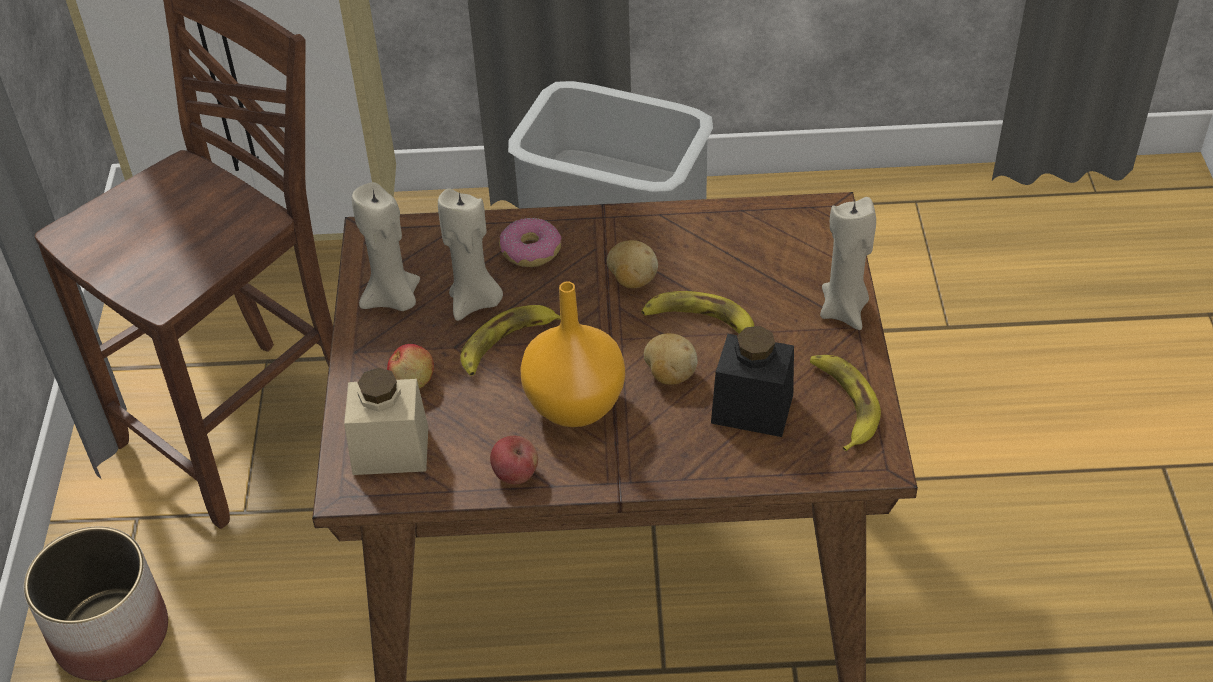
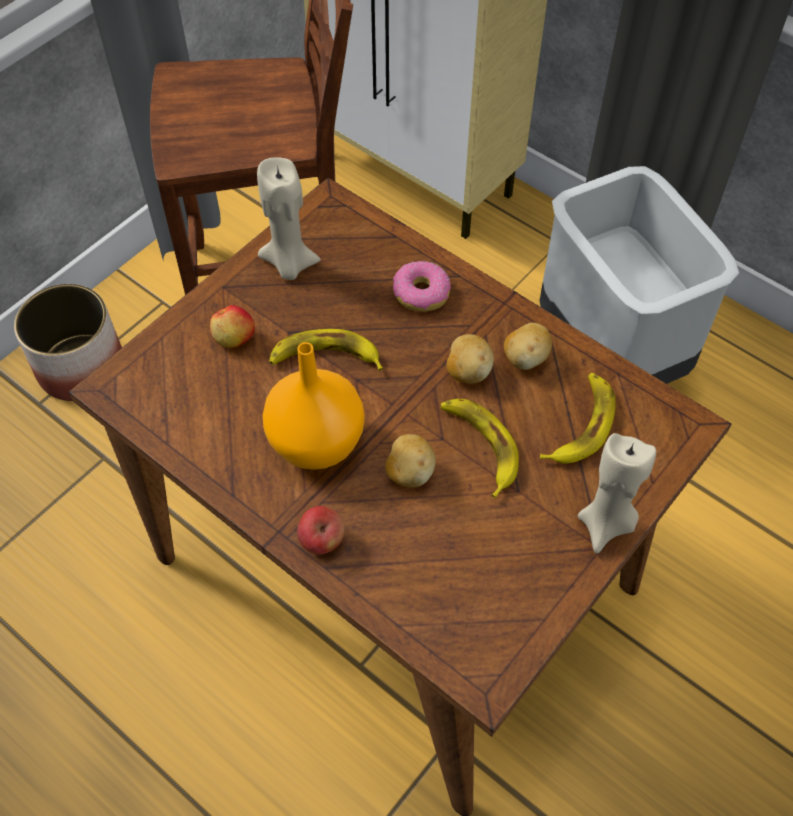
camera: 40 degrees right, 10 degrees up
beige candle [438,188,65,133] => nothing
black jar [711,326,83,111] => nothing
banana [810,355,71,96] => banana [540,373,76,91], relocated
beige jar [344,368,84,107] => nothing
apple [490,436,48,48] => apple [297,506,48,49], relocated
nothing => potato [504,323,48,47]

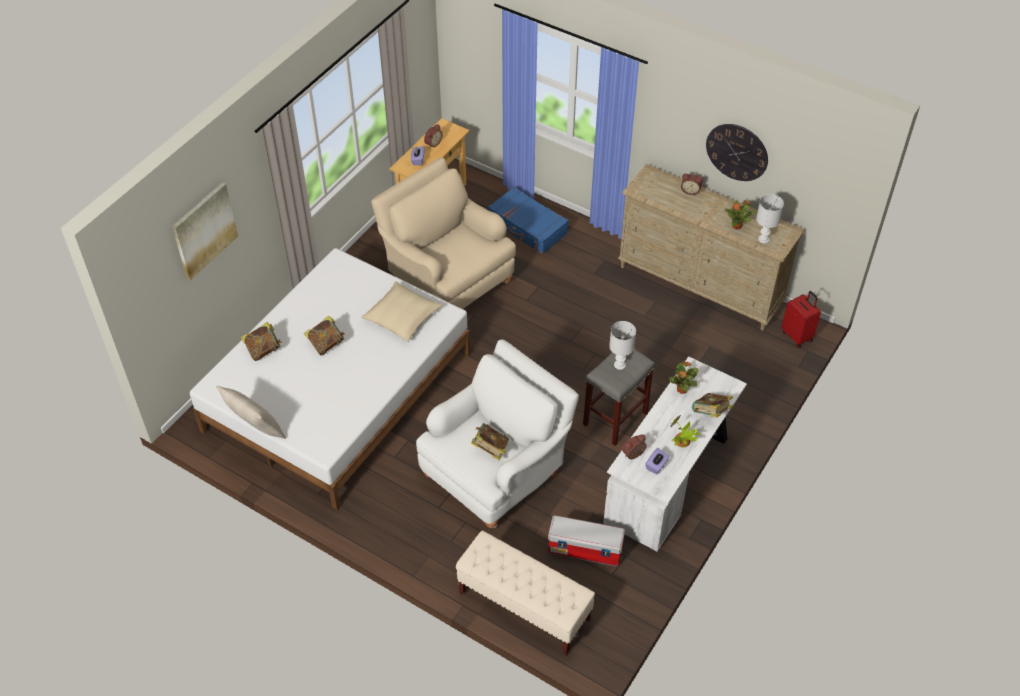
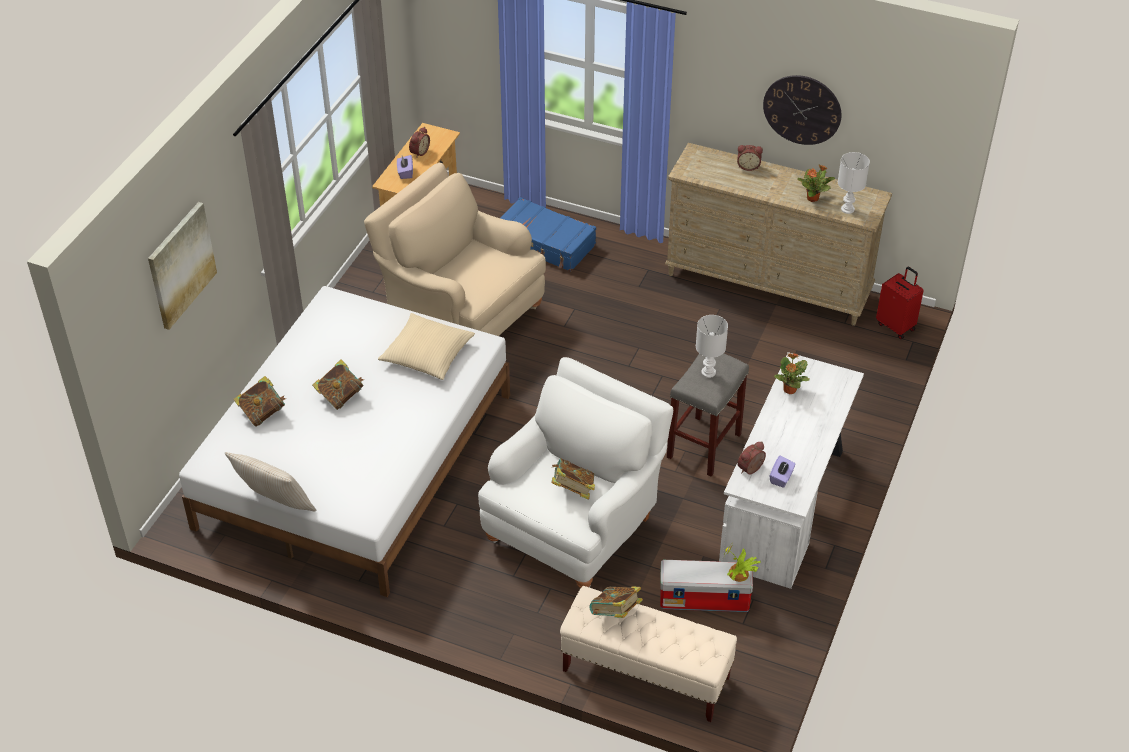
camera: 10 degrees left, 5 degrees down
book [692,393,41,25] => book [589,586,54,32], relocated
potted plant [671,415,30,32] => potted plant [724,542,36,40], relocated

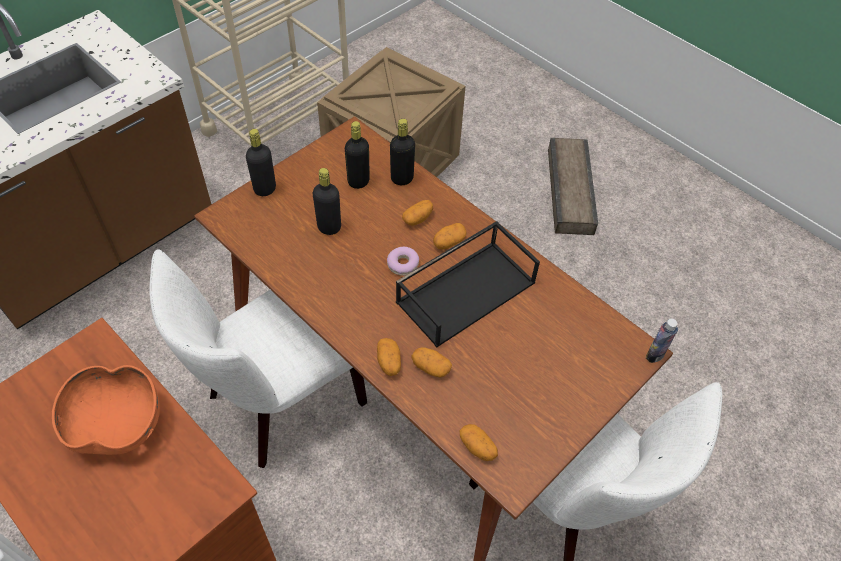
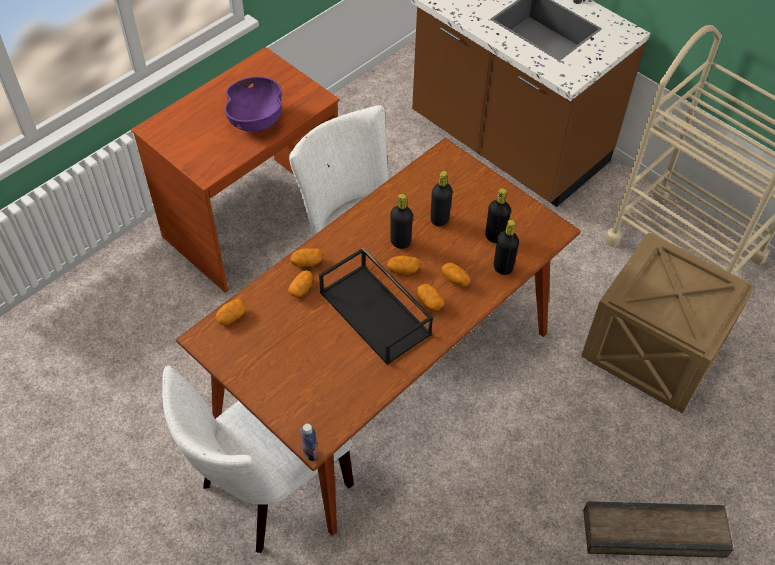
camera: 90 degrees right, 0 degrees up
black bottle [246,129,30,67] => black bottle [391,194,22,55], relocated
donut [387,247,32,29] => potato [387,256,33,18]
orange bowl [52,365,108,90] => purple bowl [225,77,57,55]

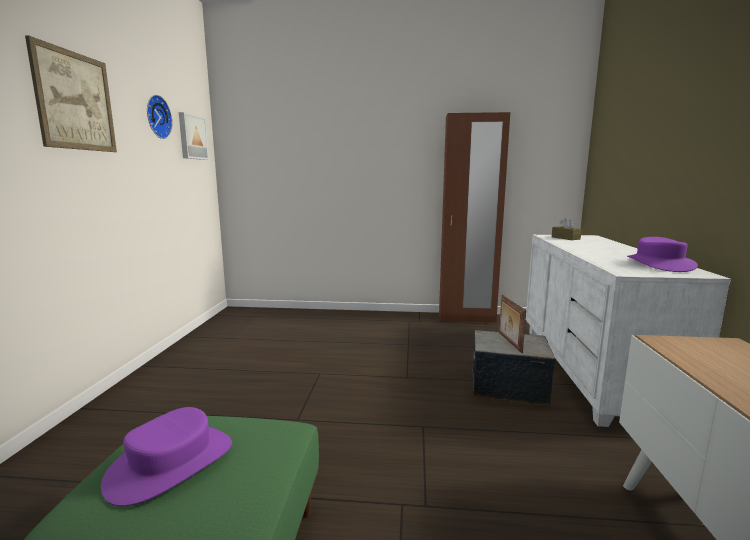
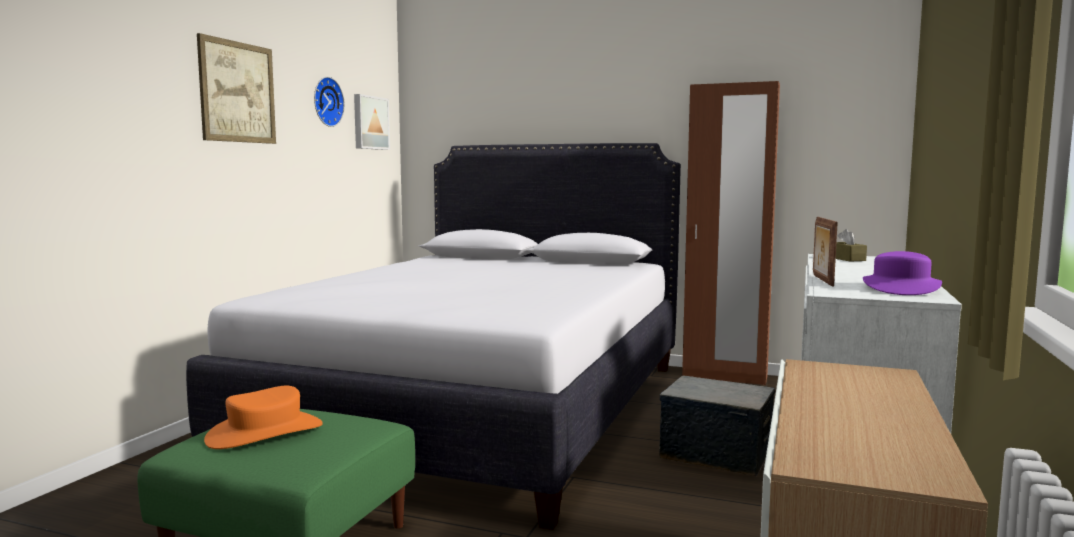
camera: 15 degrees right, 5 degrees down
picture frame [499,295,27,58] => picture frame [813,217,25,70], relocated
purple hat [101,407,131,99] => orange hat [204,386,119,63]
nothing => white bed [186,143,495,387]

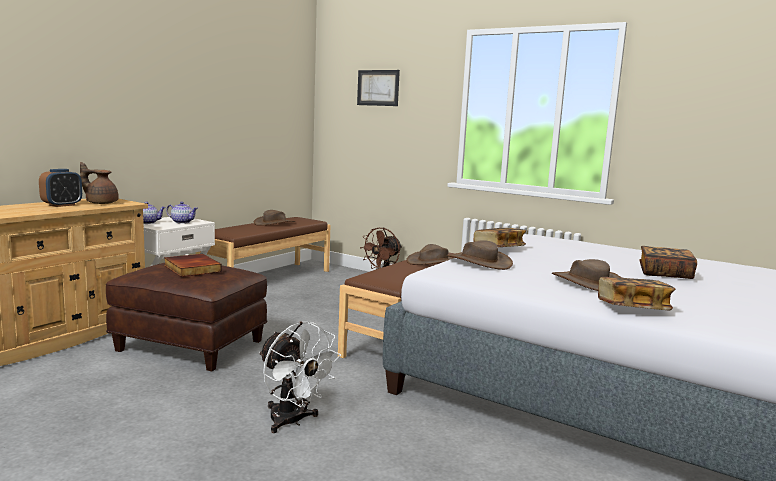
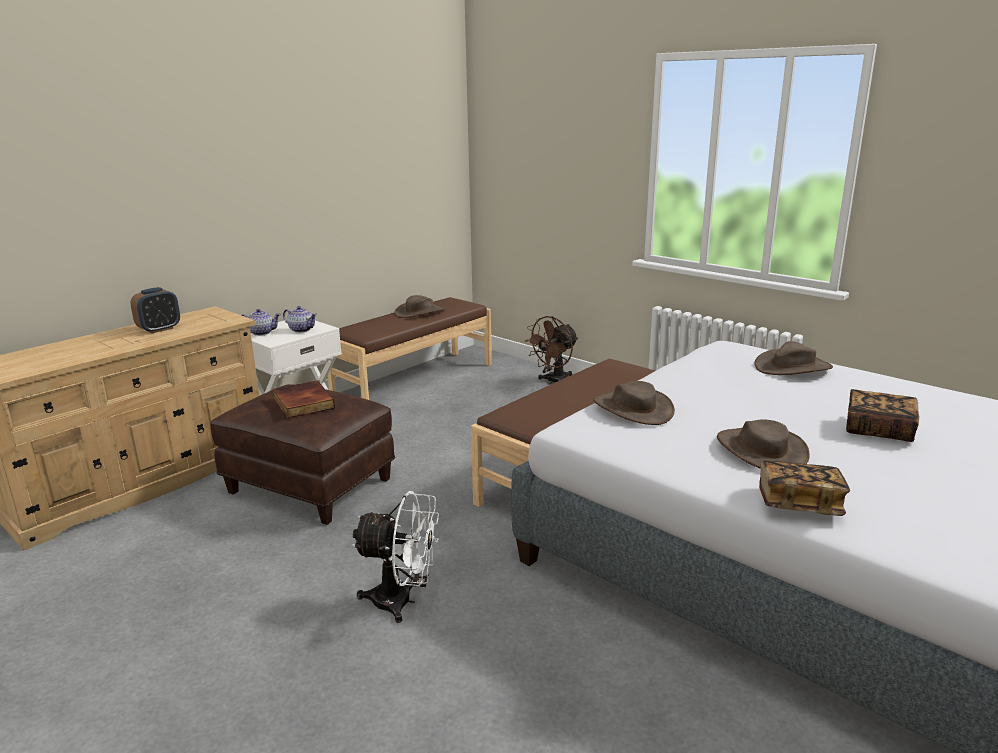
camera: 10 degrees right, 10 degrees up
picture [357,70,43,36] => nothing
brown teapot [80,162,39,42] => nothing
book [474,228,52,19] => nothing
brown hat [406,244,47,21] => brown hat [754,341,79,34], relocated
white fan [259,321,82,112] => white fan [352,491,87,132], 45 degrees counterclockwise

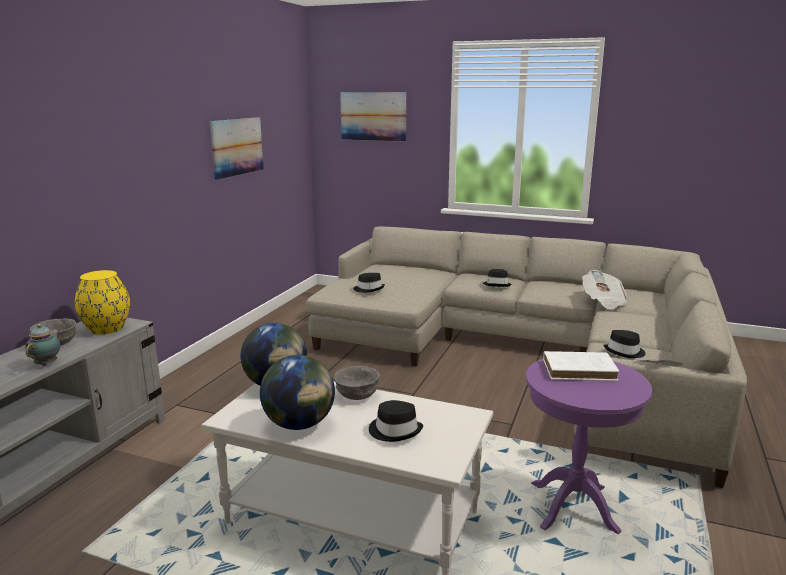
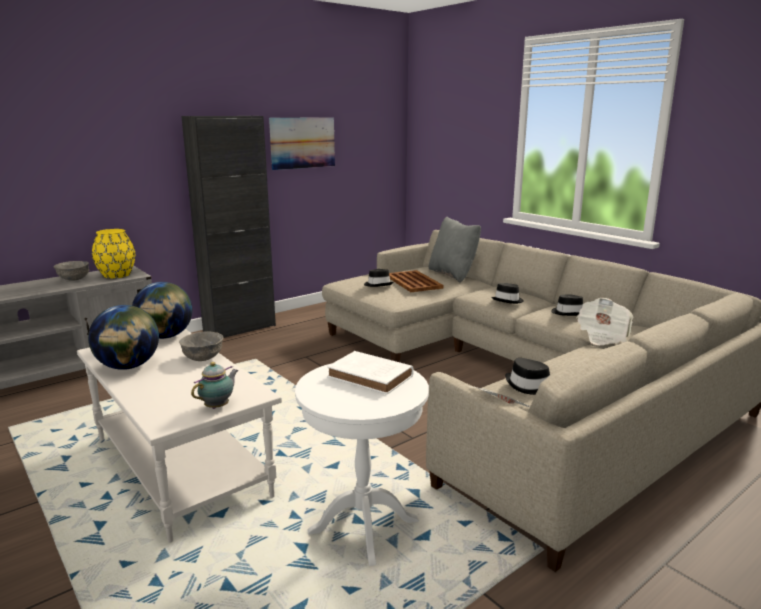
camera: 30 degrees right, 0 degrees up
picture [340,92,66,50] => nothing
teapot [25,324,36,42] => teapot [191,362,48,47], relocated
purple side table [526,359,126,175] => white side table [295,363,134,203]
black hat [369,400,54,42] => black hat [551,294,32,22], relocated
nothing => black cabinet [181,116,95,222]
nothing => grey pillow [429,217,52,66]
nothing => brown tray [389,270,55,22]

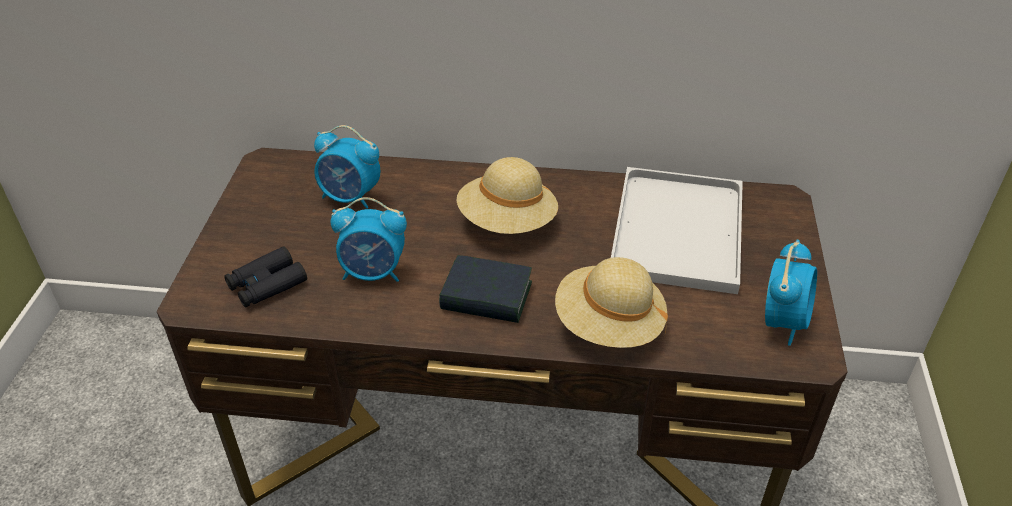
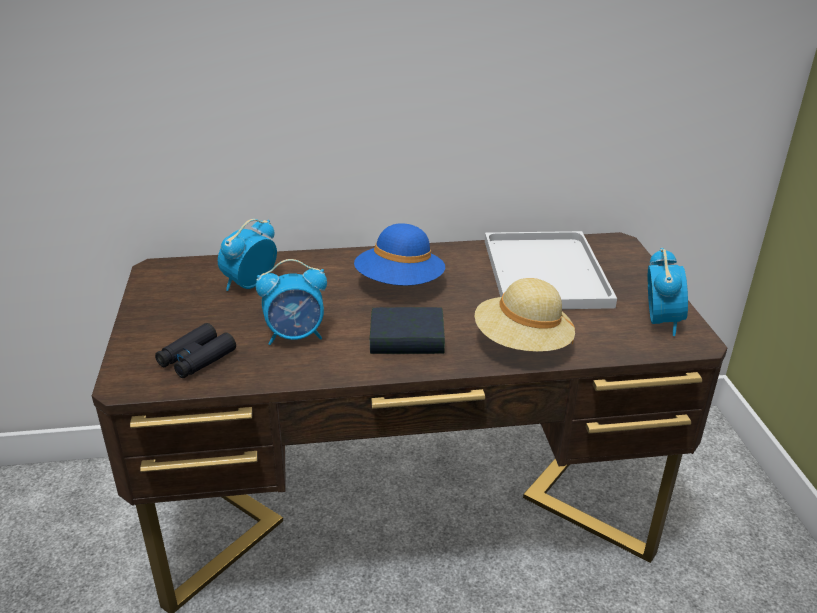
camera: 15 degrees left, 10 degrees down
alarm clock [314,125,67,84] => alarm clock [218,219,59,72], 120 degrees clockwise
beige hat [457,157,101,77] => blue hat [354,223,91,63]

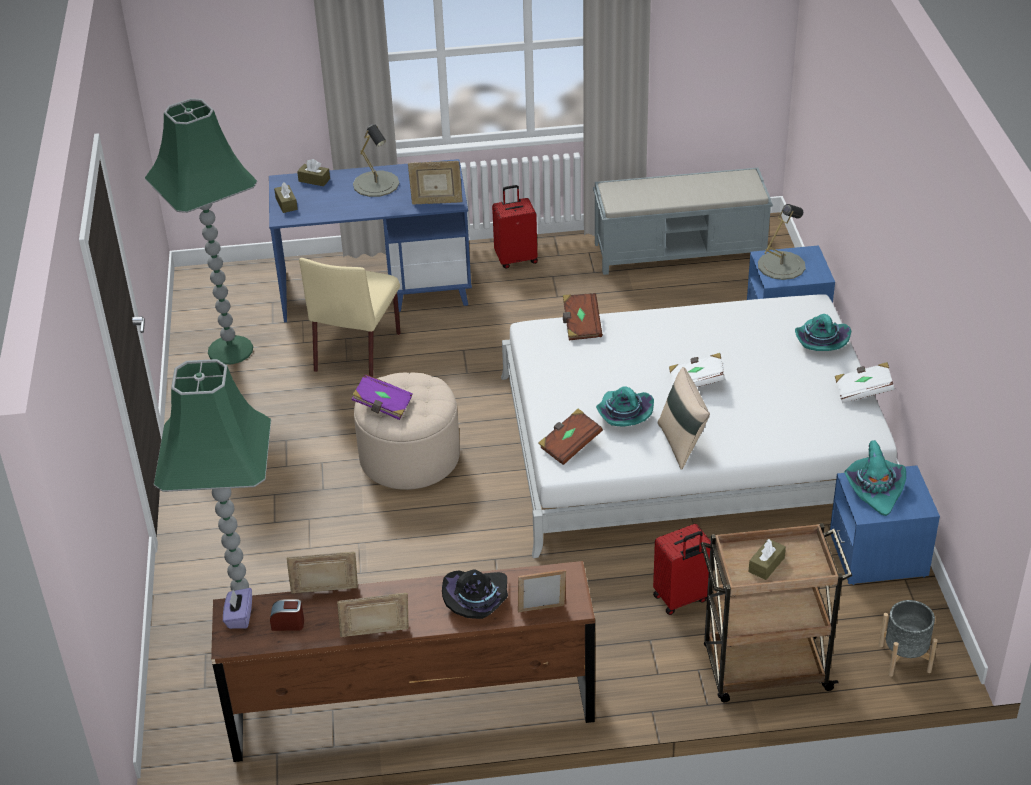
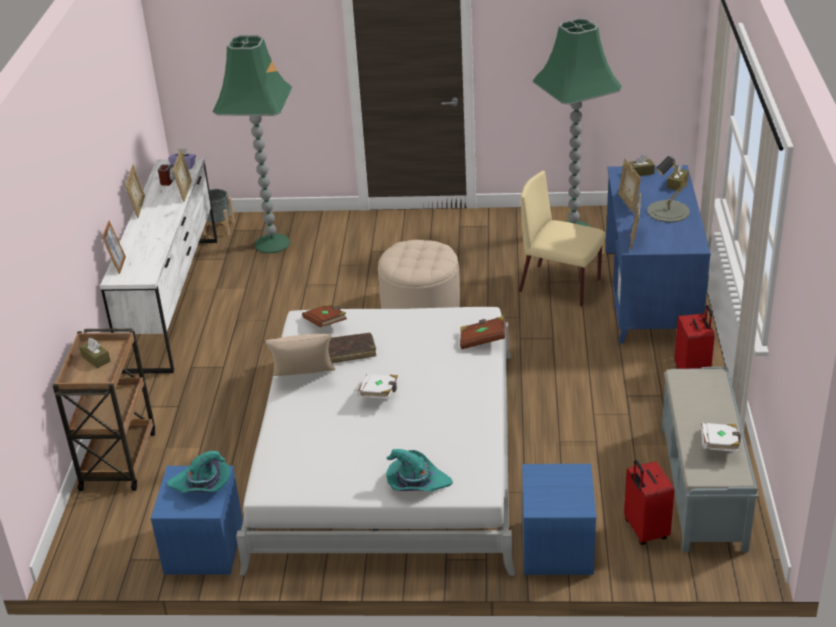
camera: 100 degrees right, 5 degrees down
grey table lamp [758,204,48,76] => nothing
white book [835,362,60,41] => white book [700,423,41,29], relocated
purple book [352,374,61,46] => nothing
turquoise hat [596,386,58,41] => brown book [329,333,47,30]
red suitcase [653,524,58,91] => red suitcase [624,460,50,85], relocated
brown dresser [211,561,384,201] => white dresser [100,159,118,215]
black hat [442,570,66,49] => nothing
grey planter [878,600,60,77] => grey planter [203,189,32,47], relocated
nothing => picture frame [618,159,23,54]

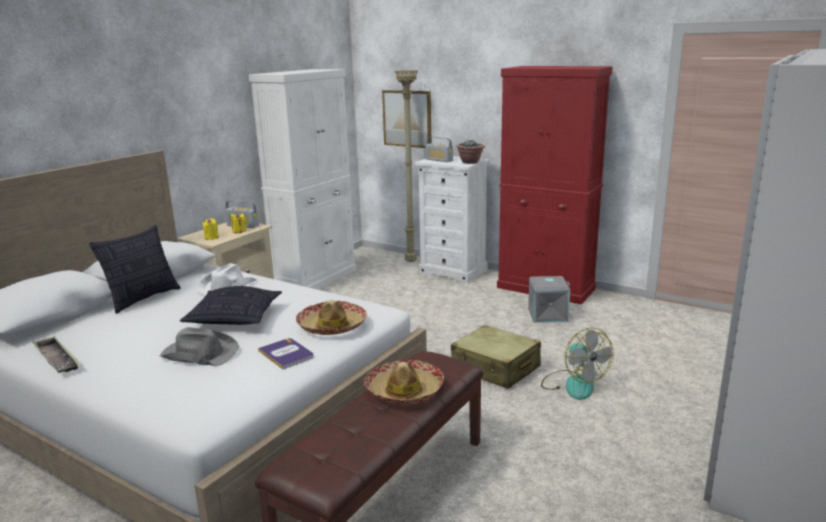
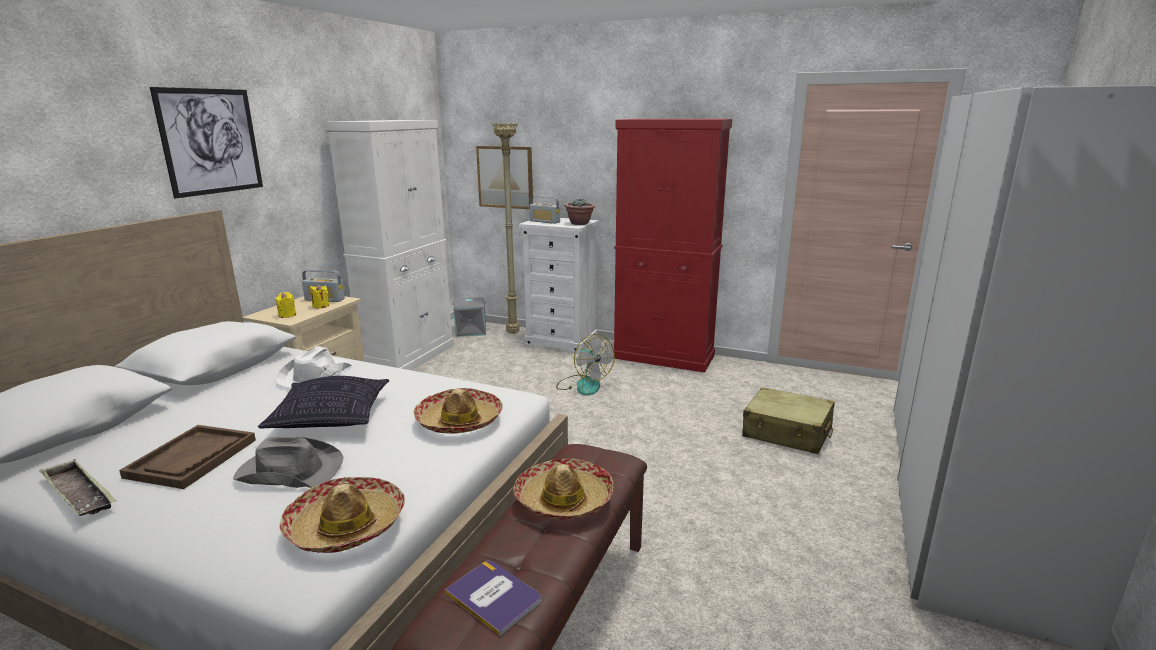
camera: 10 degrees left, 0 degrees up
pillow [89,225,91,89] => nothing
grey storage box [528,276,42,47] => grey storage box [452,297,34,40], relocated
beige suitcase [451,325,90,64] => beige suitcase [742,387,93,67], relocated
fan [541,328,72,72] => fan [556,334,59,62], relocated
book [258,338,56,31] => book [445,561,96,75], relocated
nothing => picture [150,87,113,111]
nothing => brown tray [119,425,137,64]
nothing => hat [279,477,126,76]

